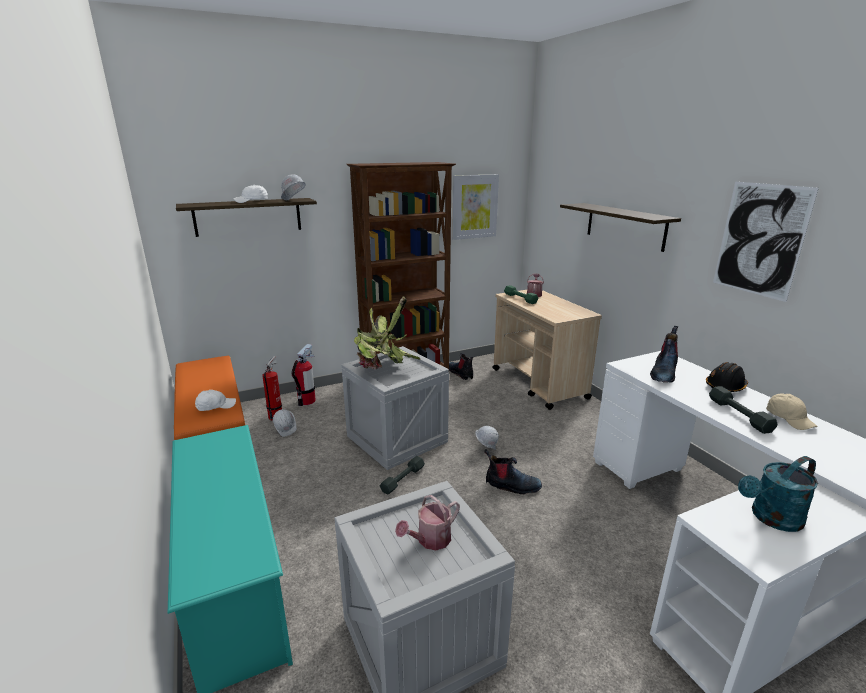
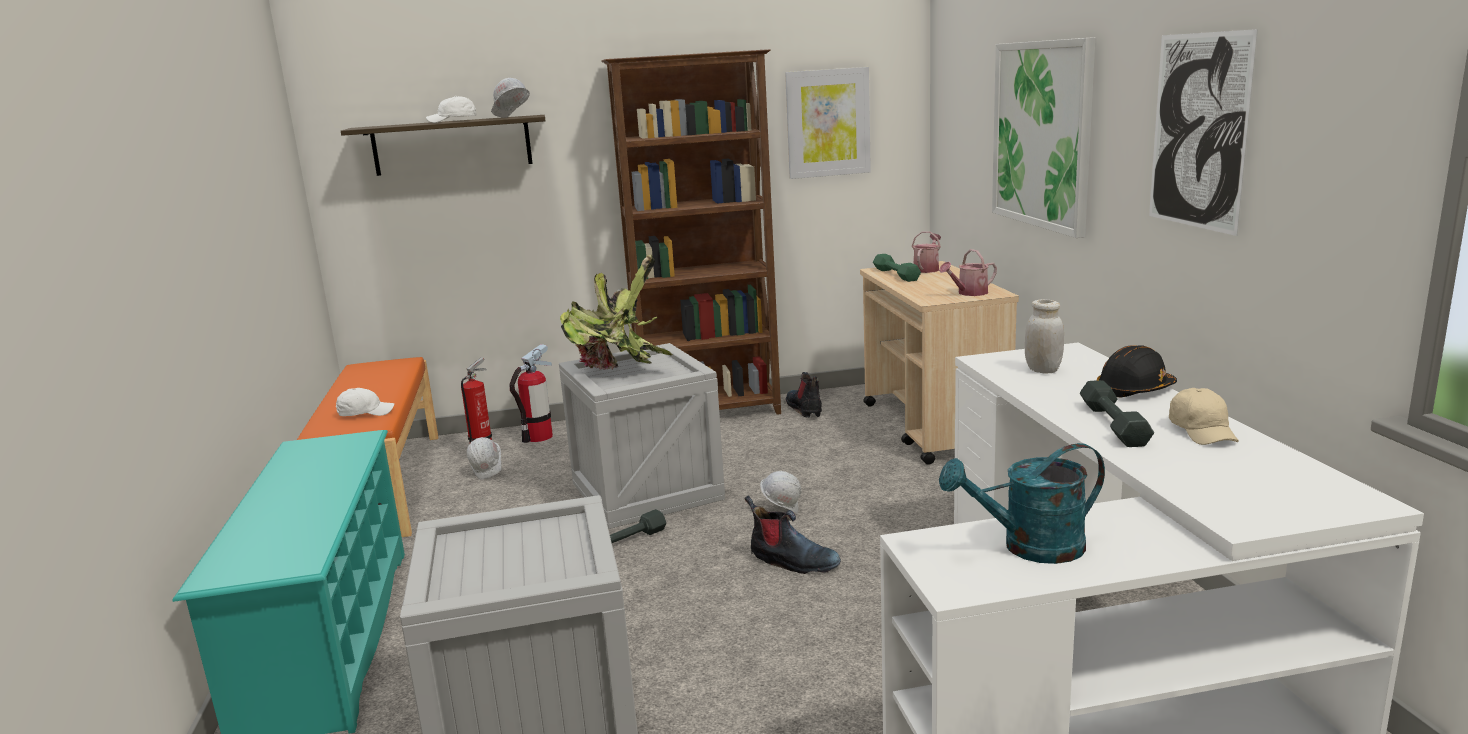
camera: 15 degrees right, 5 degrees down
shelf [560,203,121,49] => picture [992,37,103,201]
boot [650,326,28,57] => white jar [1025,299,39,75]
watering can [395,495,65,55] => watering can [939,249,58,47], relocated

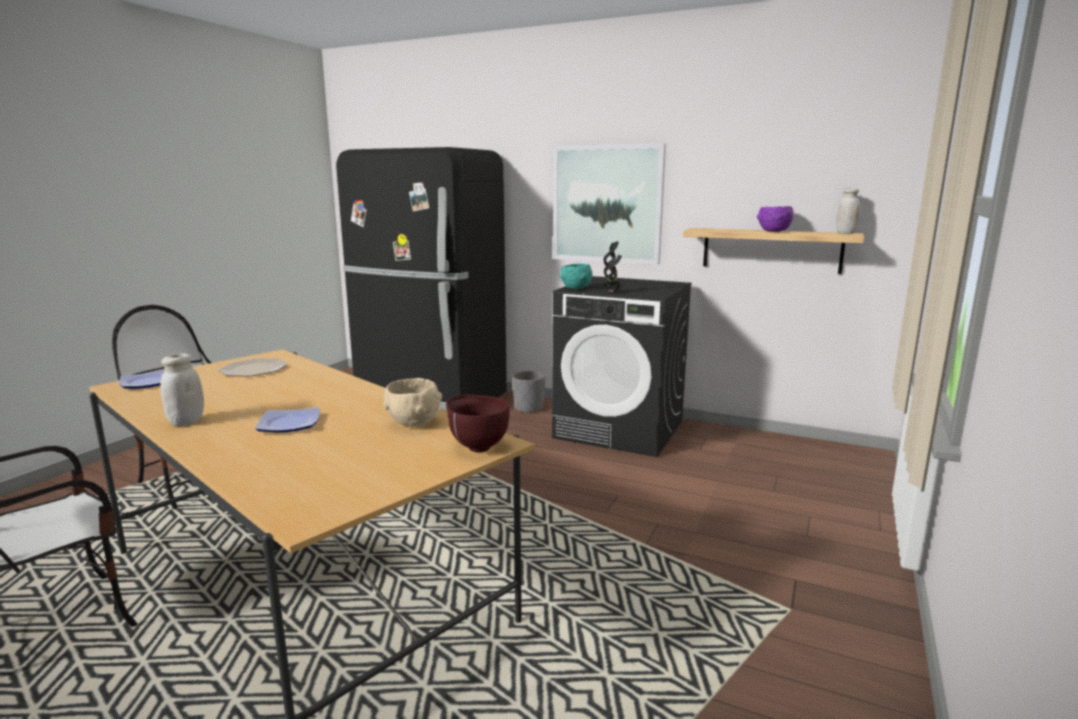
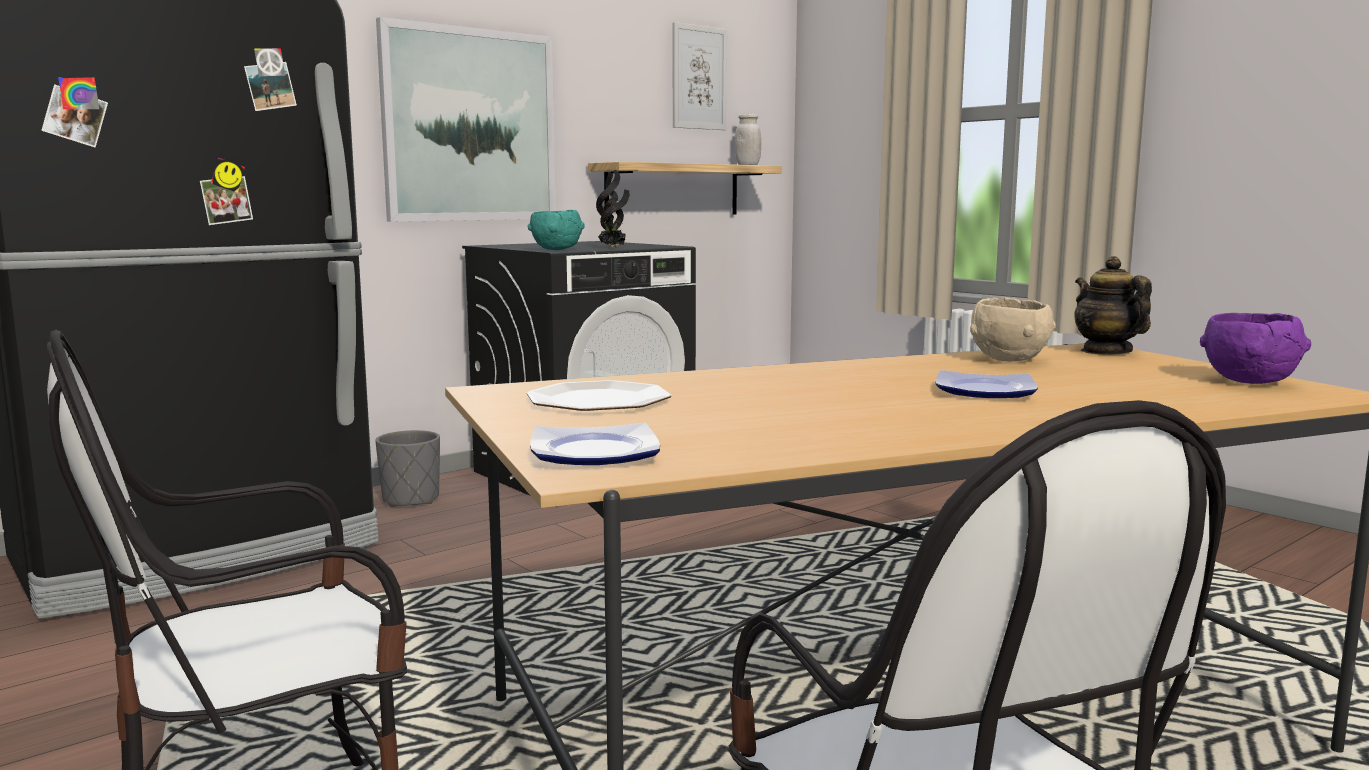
camera: 65 degrees left, 5 degrees down
purple bowl [757,206,36,26] => purple bowl [1200,313,111,71], relocated
white jar [160,354,44,72] => nothing
brown bowl [446,395,64,57] => teapot [1074,256,78,99]
nothing => picture [672,22,55,108]

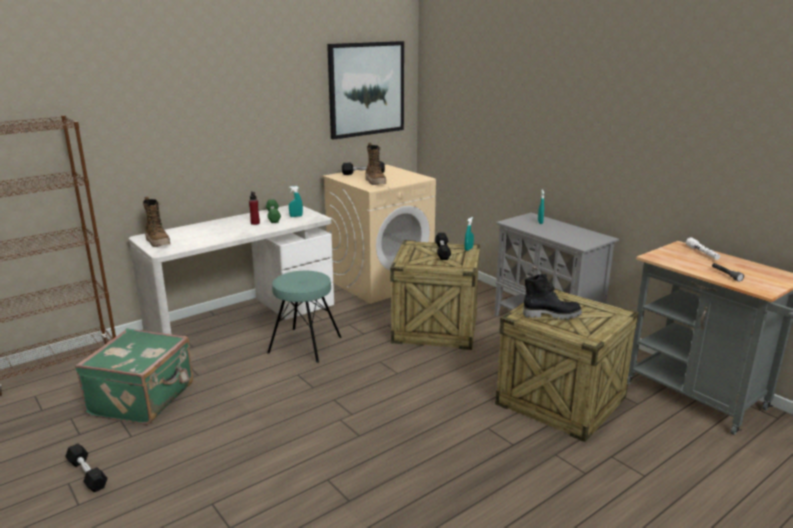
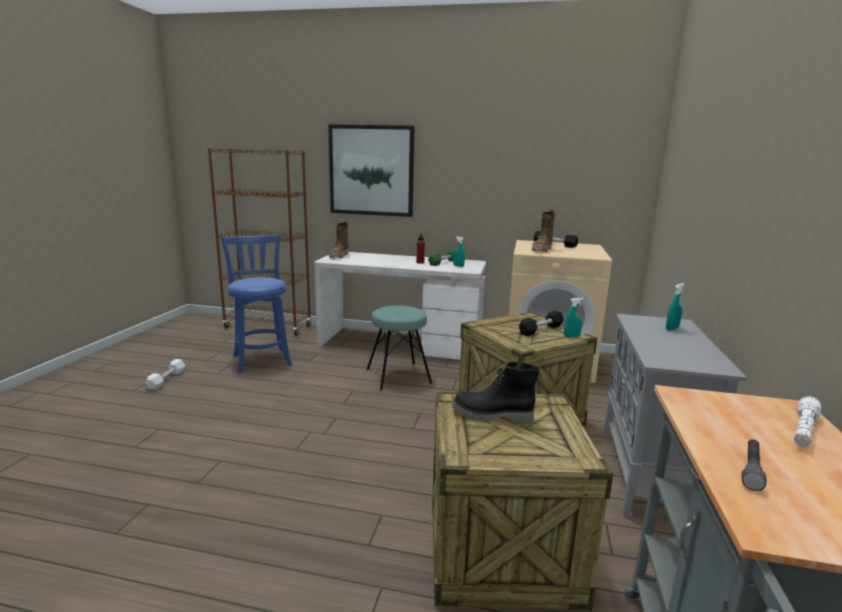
camera: 50 degrees right, 5 degrees down
picture [327,41,77,99] => picture [328,124,86,93], relocated
black boot [523,274,59,46] => black boot [452,362,88,62], 135 degrees clockwise
green suitcase [75,328,118,97] => blue stool [221,234,71,139]
black dumbbell [65,443,43,50] => white dumbbell [145,359,40,31]

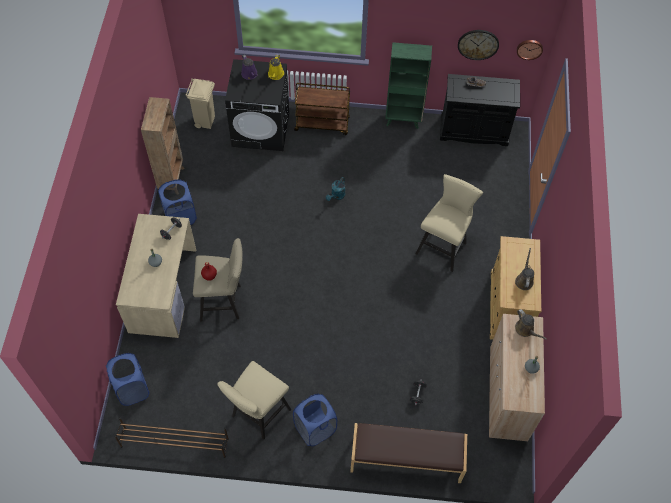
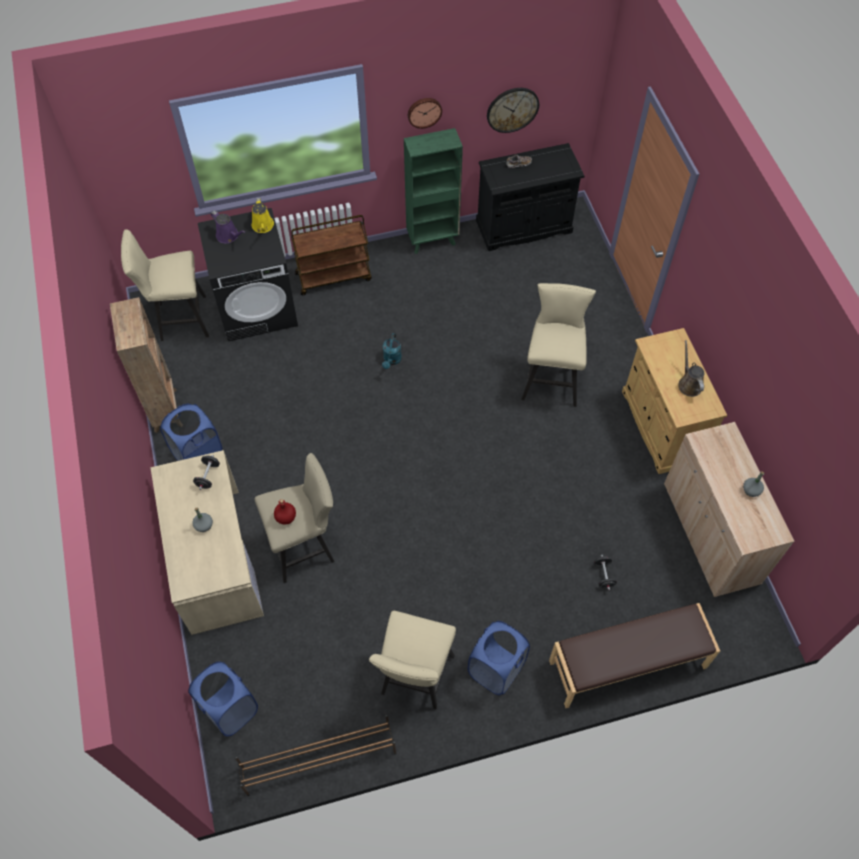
camera: 20 degrees left, 0 degrees up
wall clock [517,40,26,20] => wall clock [408,98,34,31], relocated
beige trash can [186,78,29,51] => beige stool [121,229,88,112]
brown watering can [515,309,32,31] => nothing

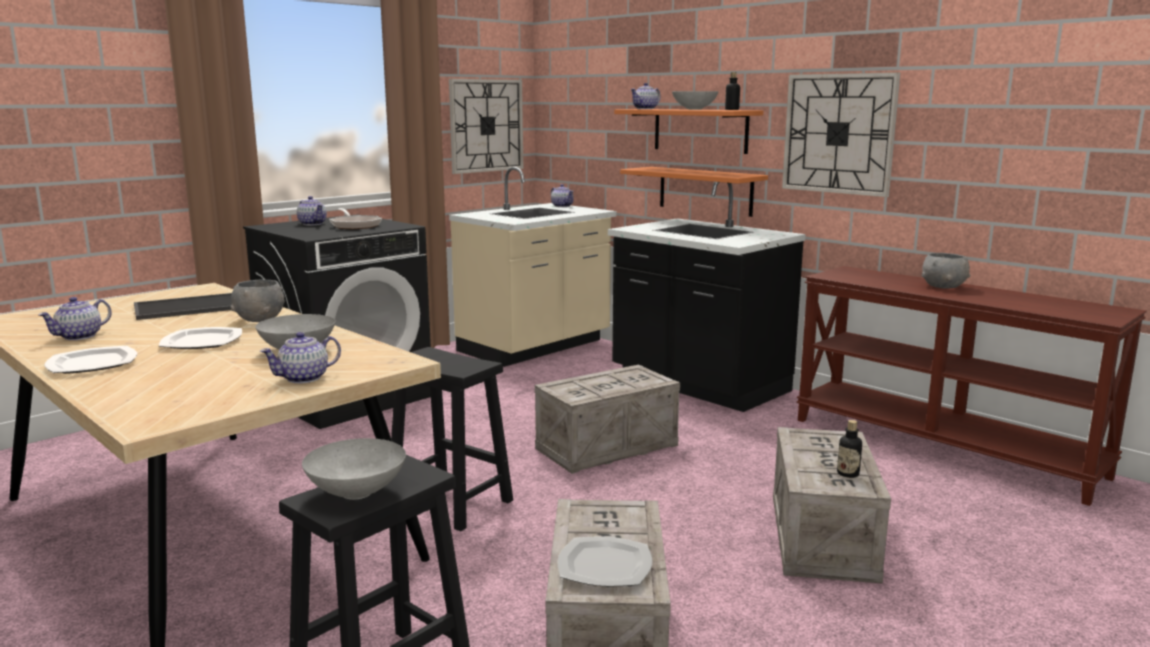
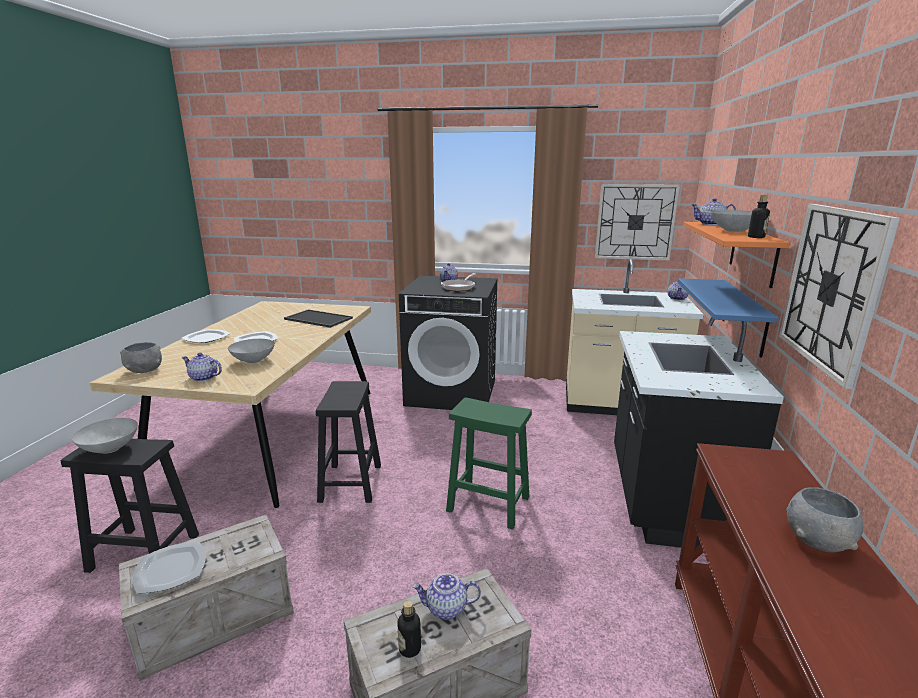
camera: 55 degrees right, 5 degrees up
orange shelf [620,167,148,50] => blue shelf [678,278,100,79]
grey bowl [231,279,54,43] => grey bowl [120,342,42,31], relocated
teapot [38,297,74,43] => teapot [412,573,69,47], relocated
crate [534,365,146,109] => green stool [446,397,86,132]

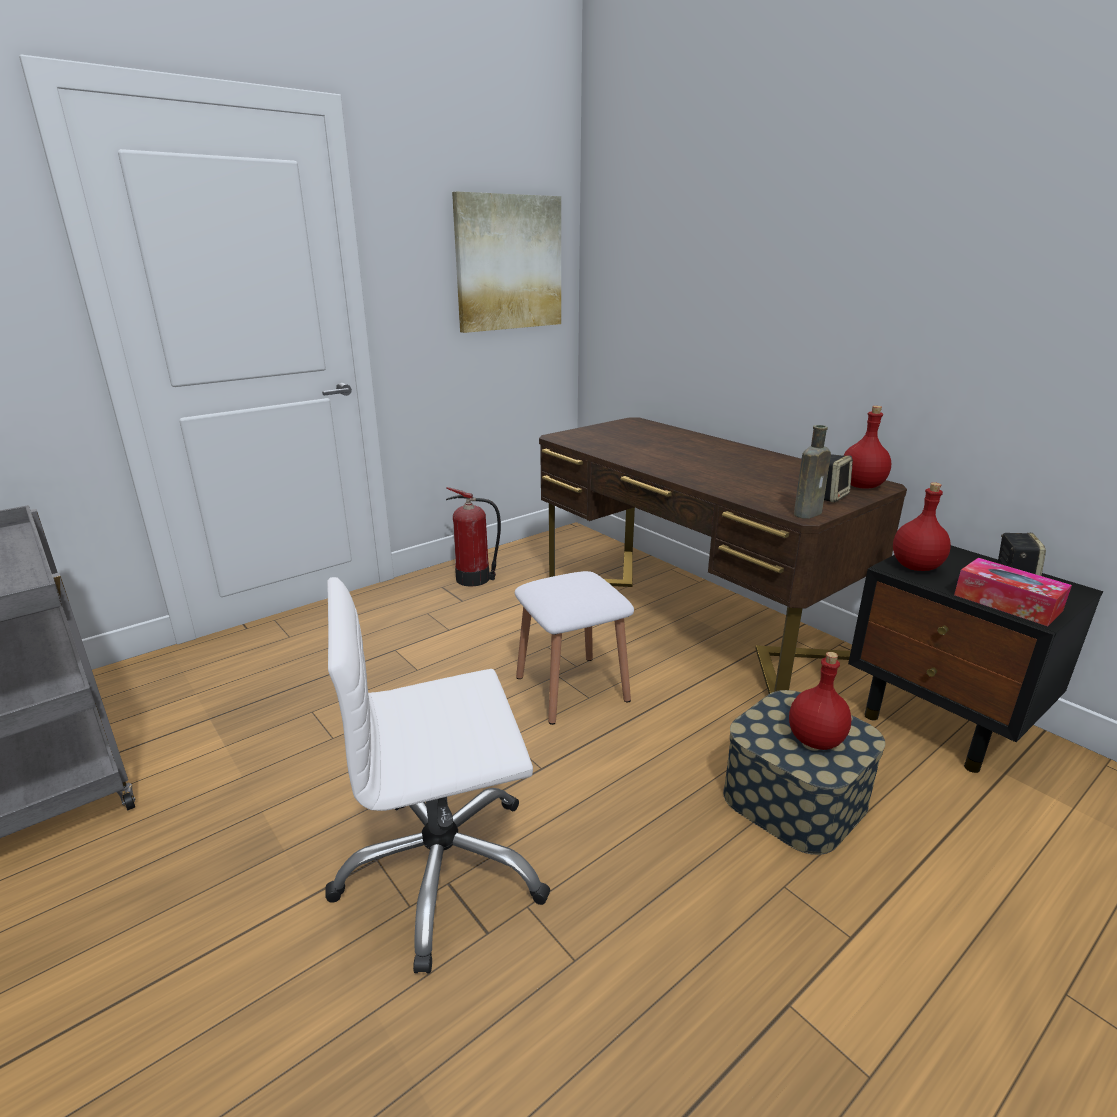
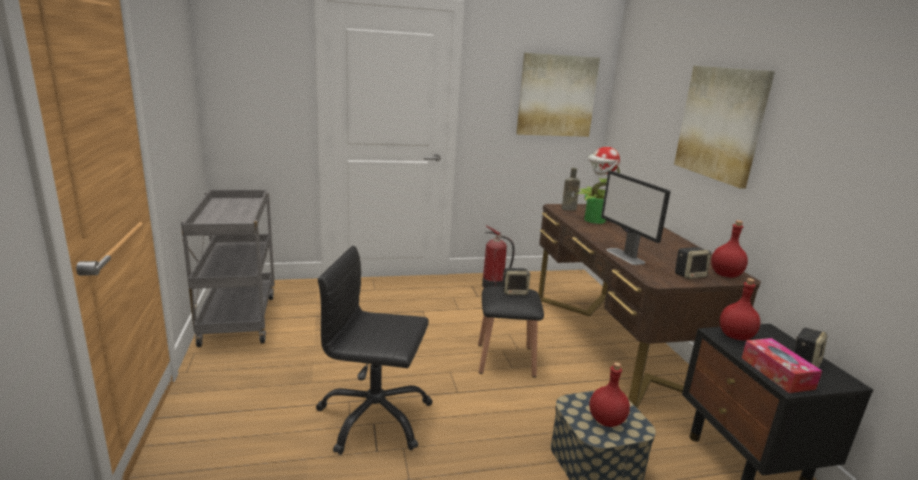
camera: 25 degrees right, 5 degrees down
brown bottle [794,425,37,94] => brown bottle [562,168,18,43], relocated
white stool [515,571,119,154] => black stool [478,286,66,91]
white office chair [325,577,226,396] => black office chair [316,246,117,209]
nothing => picture [674,66,101,122]
nothing => potted plant [574,147,46,77]
nothing => monitor [601,171,70,94]
nothing => speaker [502,268,28,27]

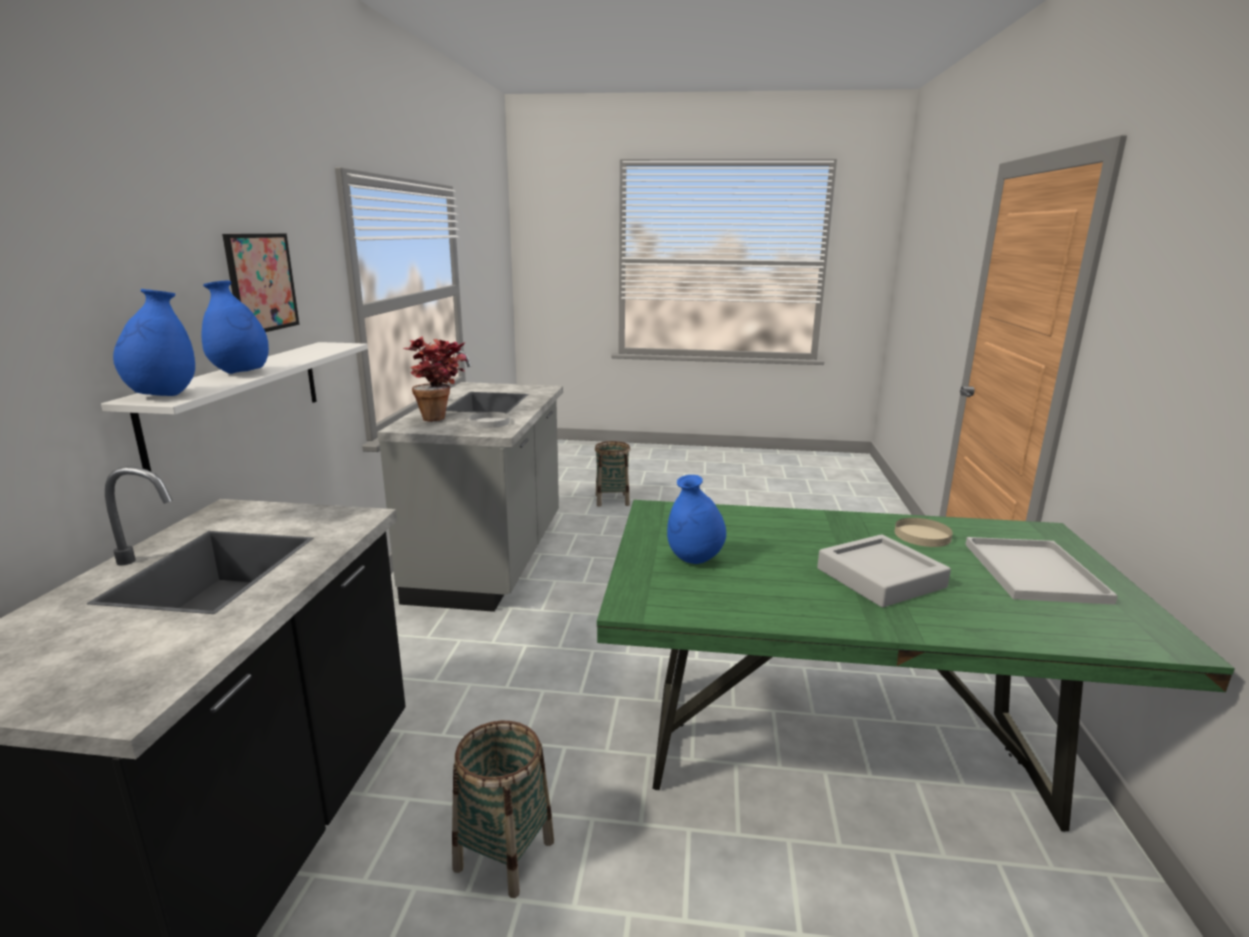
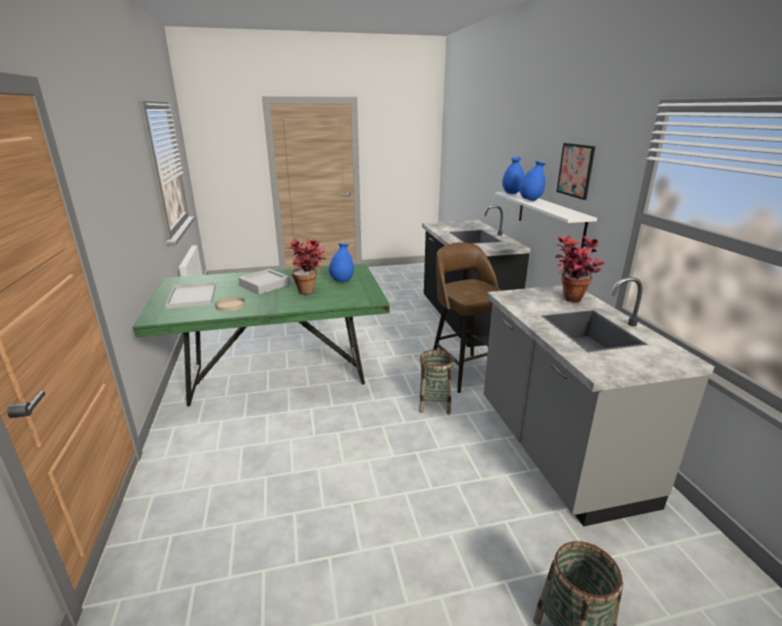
camera: 160 degrees right, 5 degrees up
white plate [469,412,41,16] => nothing
basket [452,721,102,177] => basket [419,349,35,65], relocated
nothing => potted plant [286,238,41,57]
nothing => brown stool [433,242,70,151]

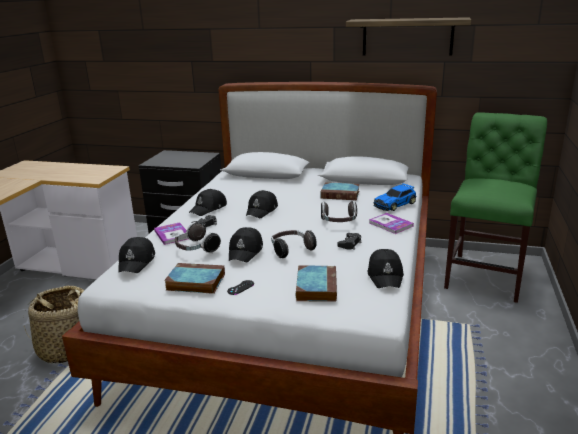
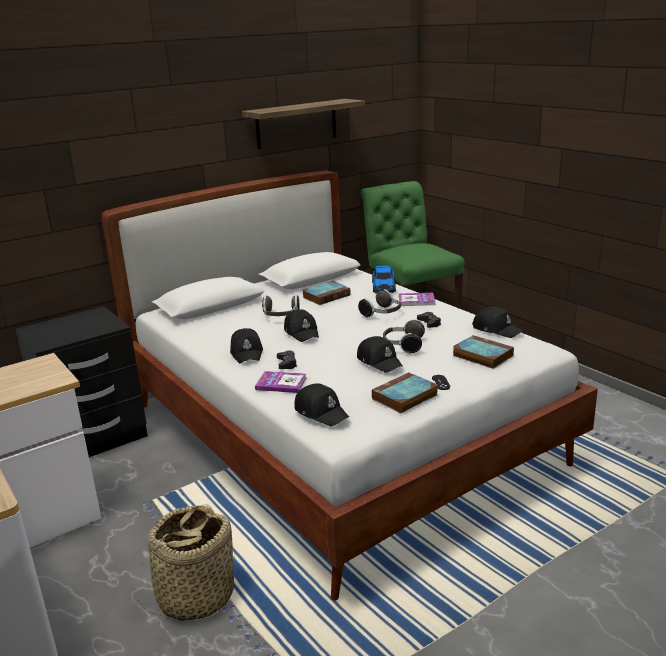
camera: 50 degrees left, 0 degrees up
headphones [175,222,46,31] => headphones [262,295,38,21], relocated

